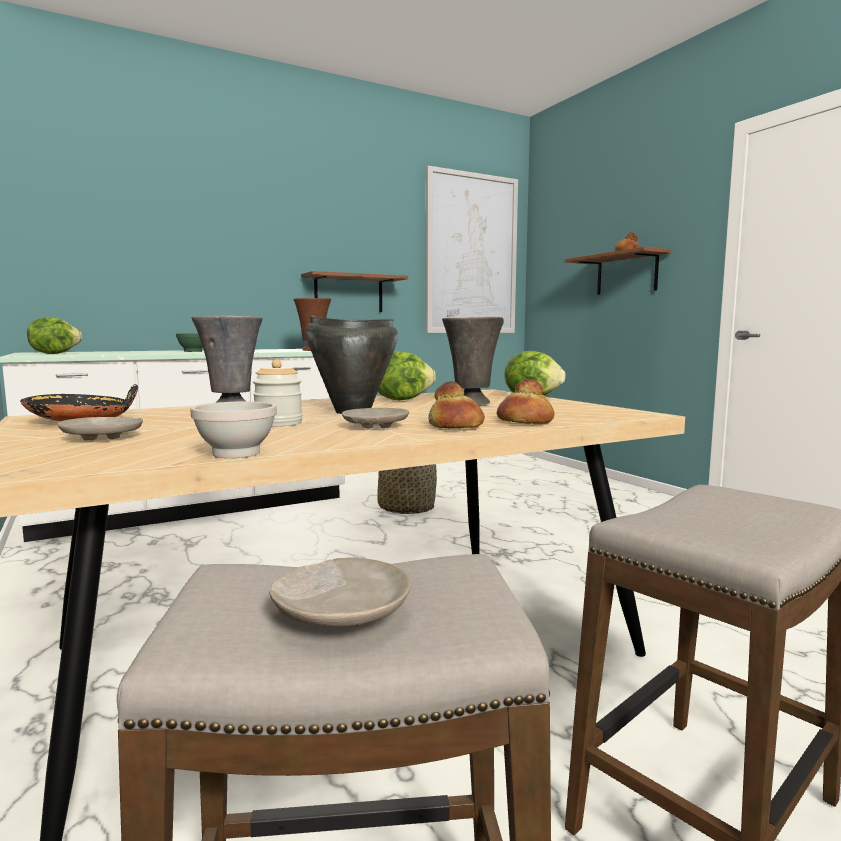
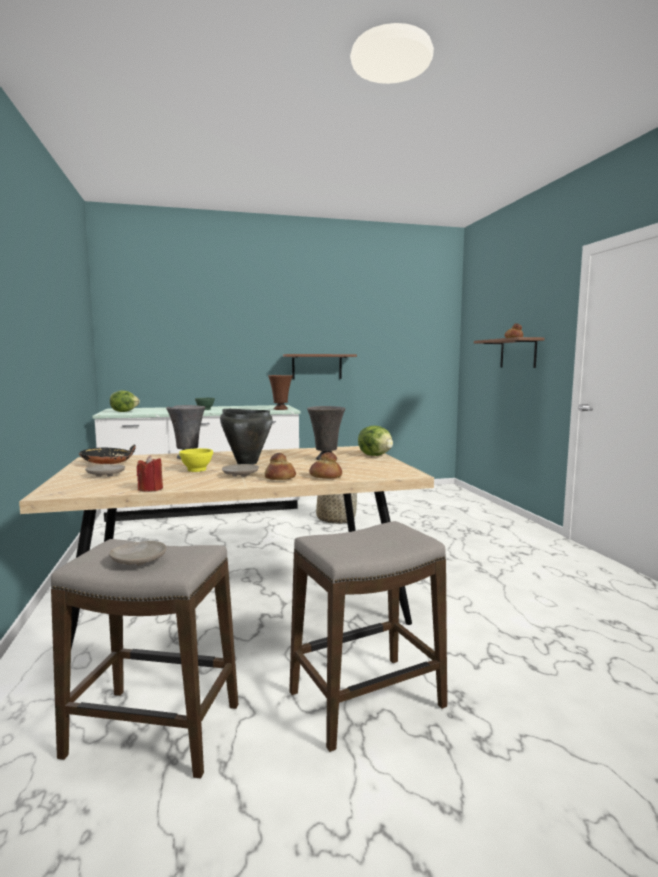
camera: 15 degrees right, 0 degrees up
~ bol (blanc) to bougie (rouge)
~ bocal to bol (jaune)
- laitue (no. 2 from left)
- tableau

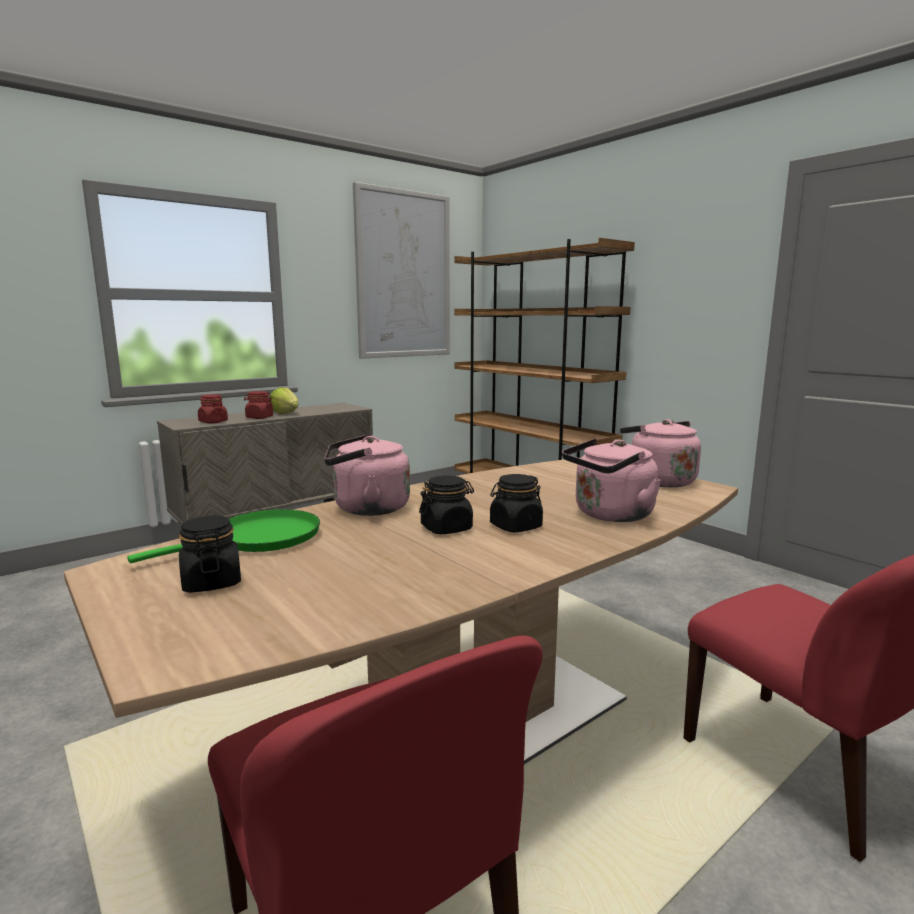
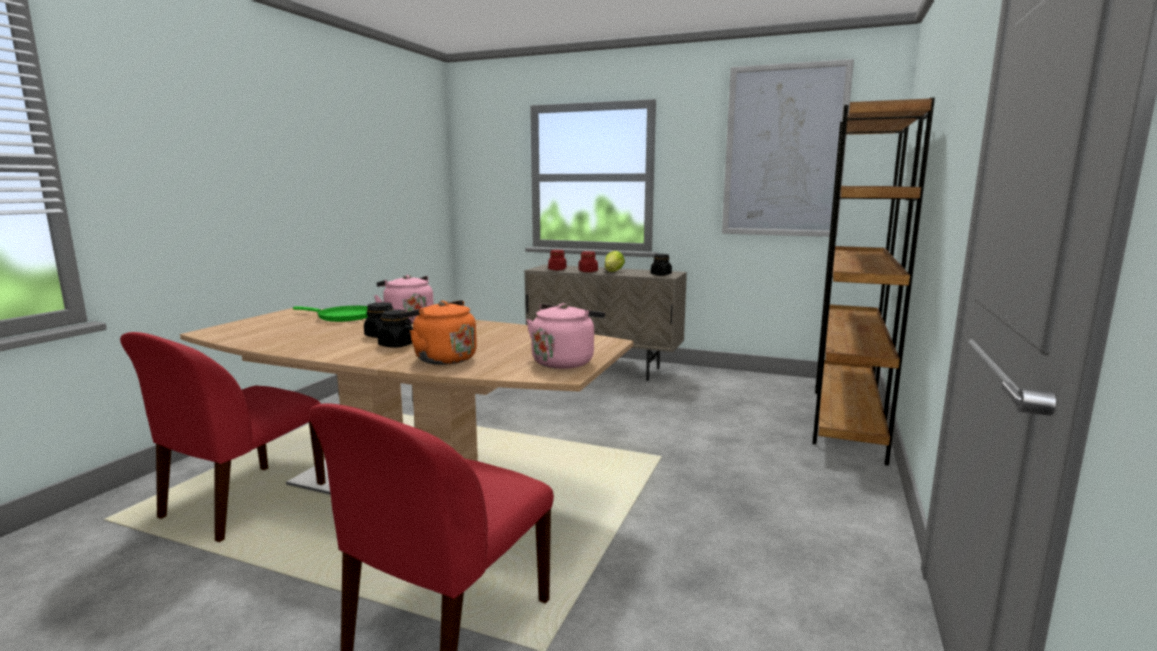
camera: 60 degrees right, 0 degrees up
~ bocal (noir) (no. 1 from left in the first image) to bocal (noir) (no. 3 from left)
~ bouilloire (rose) (no. 2 from left) to bouilloire (orange)

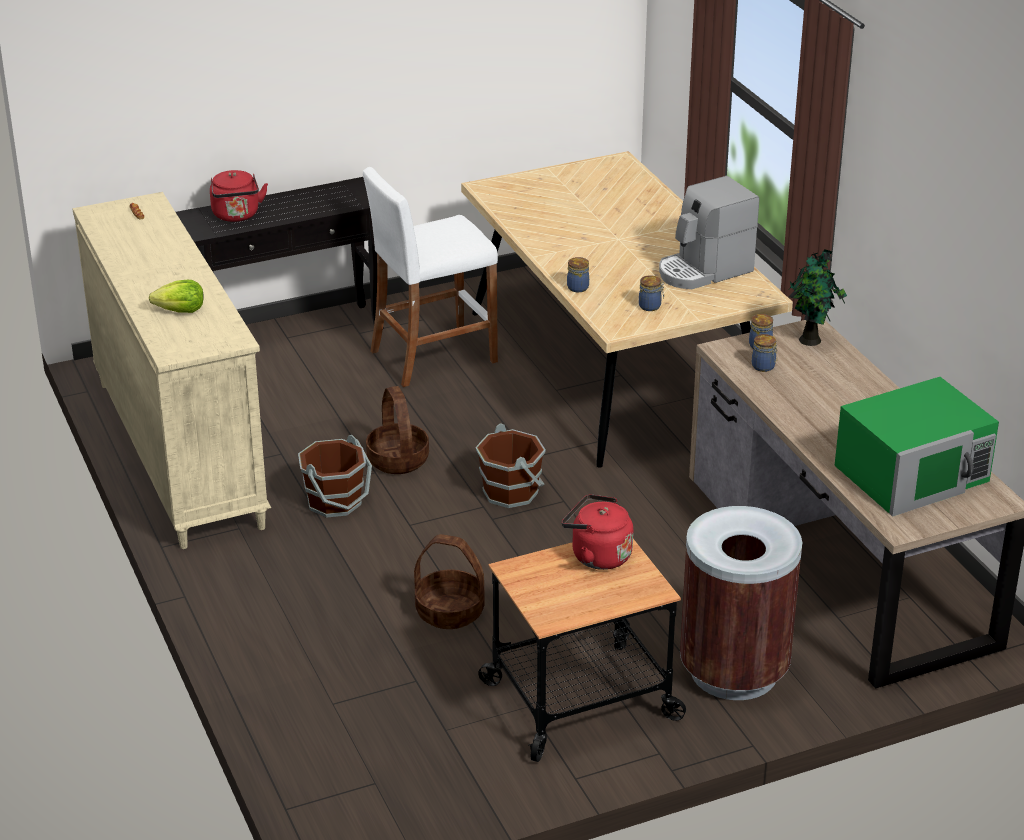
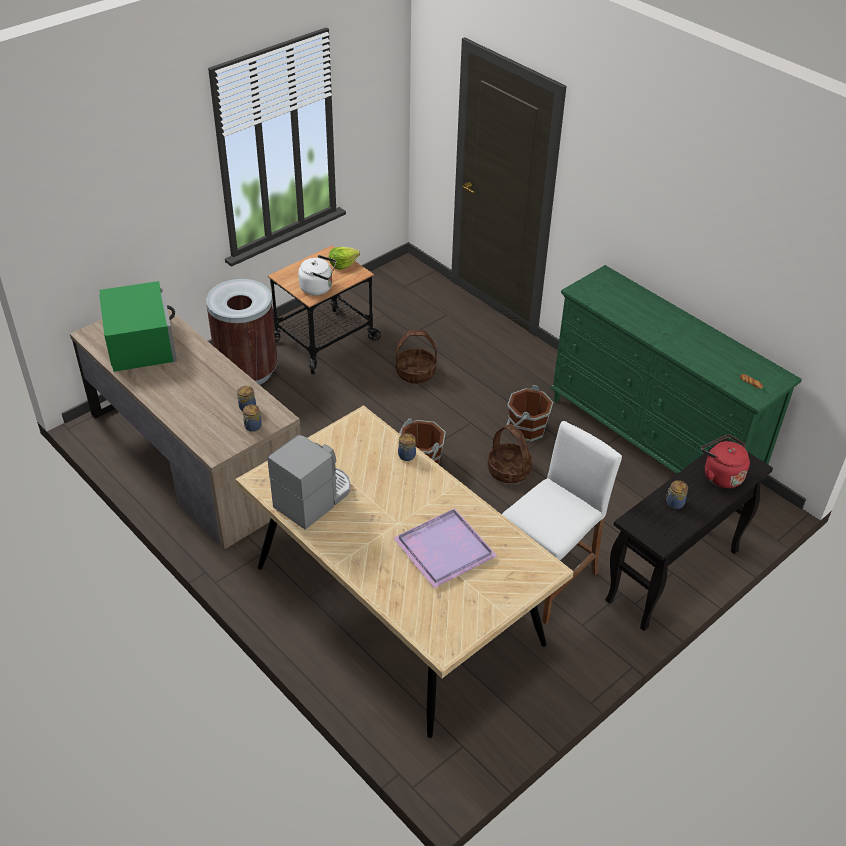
camera: 160 degrees right, 10 degrees up
~ commode (beige) to commode (vert)
~ laitue
~ bouilloire (rouge) (no. 2 from left) to bouilloire (blanc)
~ bocal (no. 2 from left in the first image) to bocal (no. 4 from left)
- plante en pot
~ micro-ondes (vert) 120 degrees clockwise
+ plateau (violet)

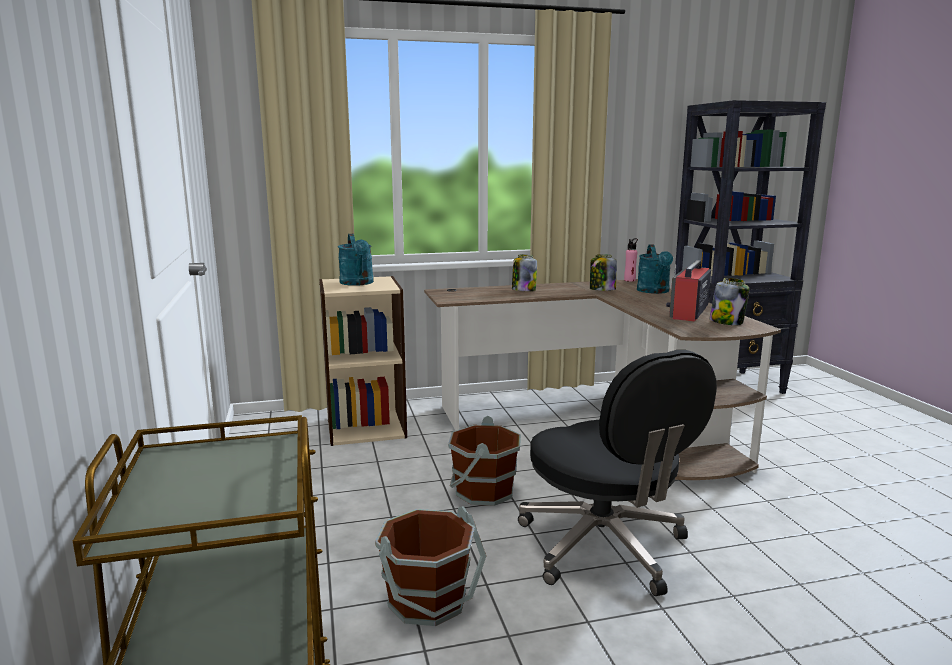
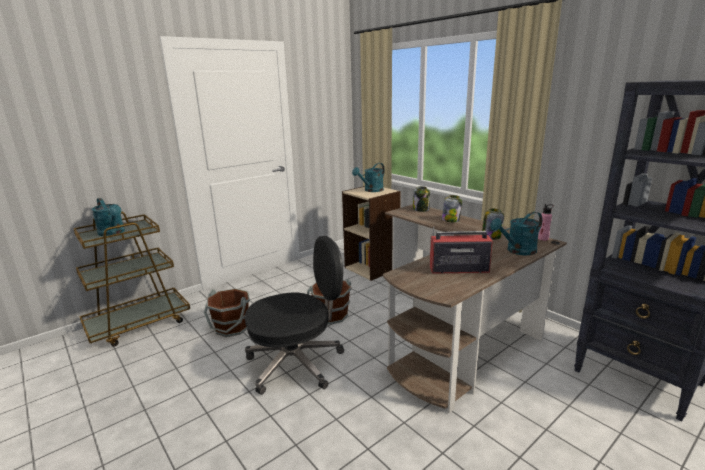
camera: 65 degrees right, 5 degrees up
~ chaise de bureau (noir) 150 degrees counterclockwise
~ bocal (no. 3 from left in the first image) to bocal (no. 1 from left)
+ arrosoir (turquoise) (no. 1 from left)

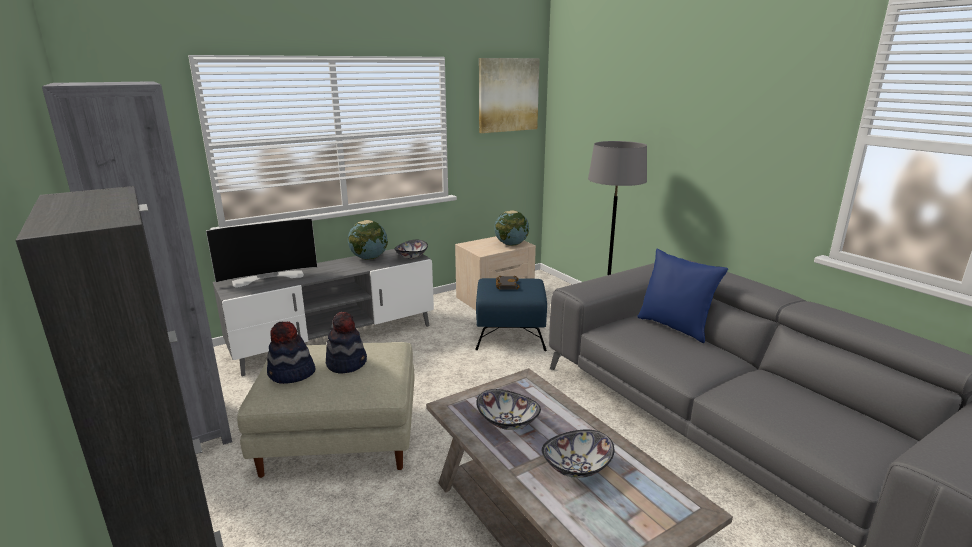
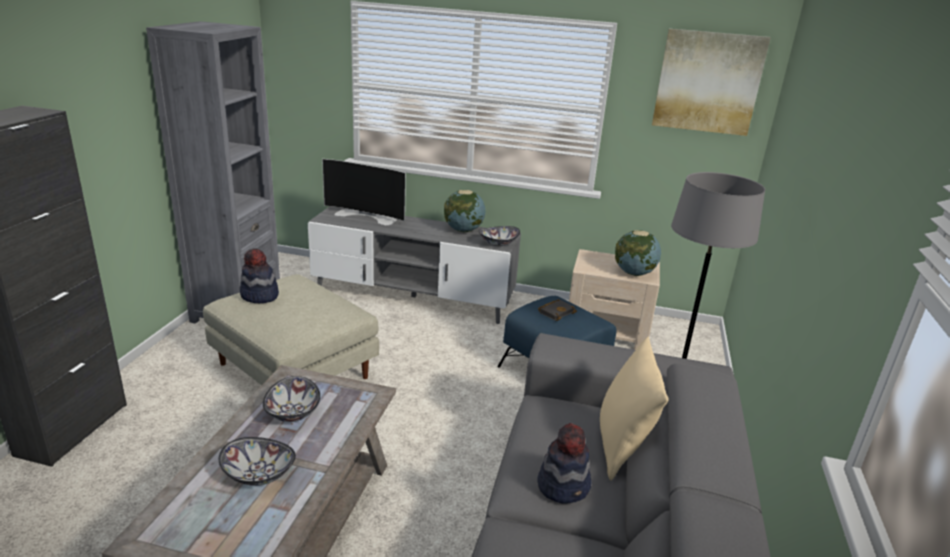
camera: 45 degrees right, 5 degrees up
~ chapeau (no. 2 from left)
~ coussin (bleu) to coussin (beige)

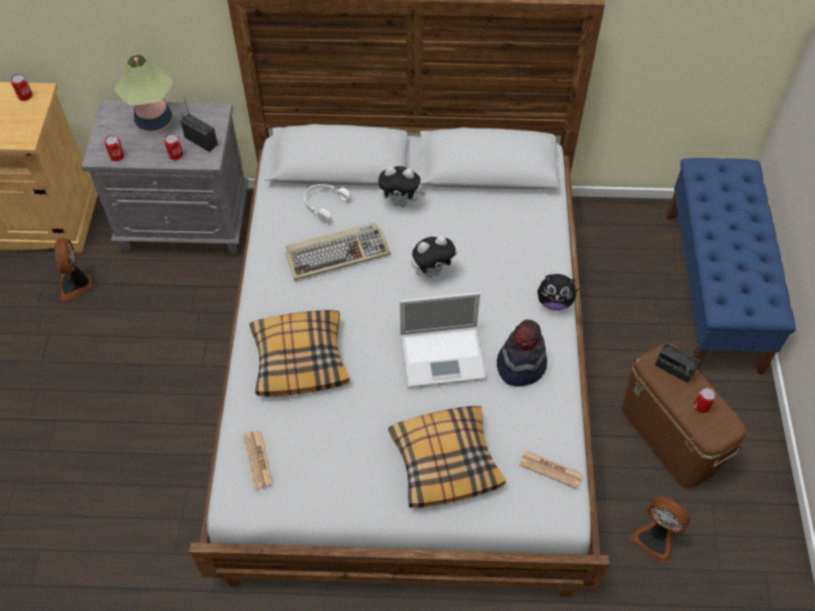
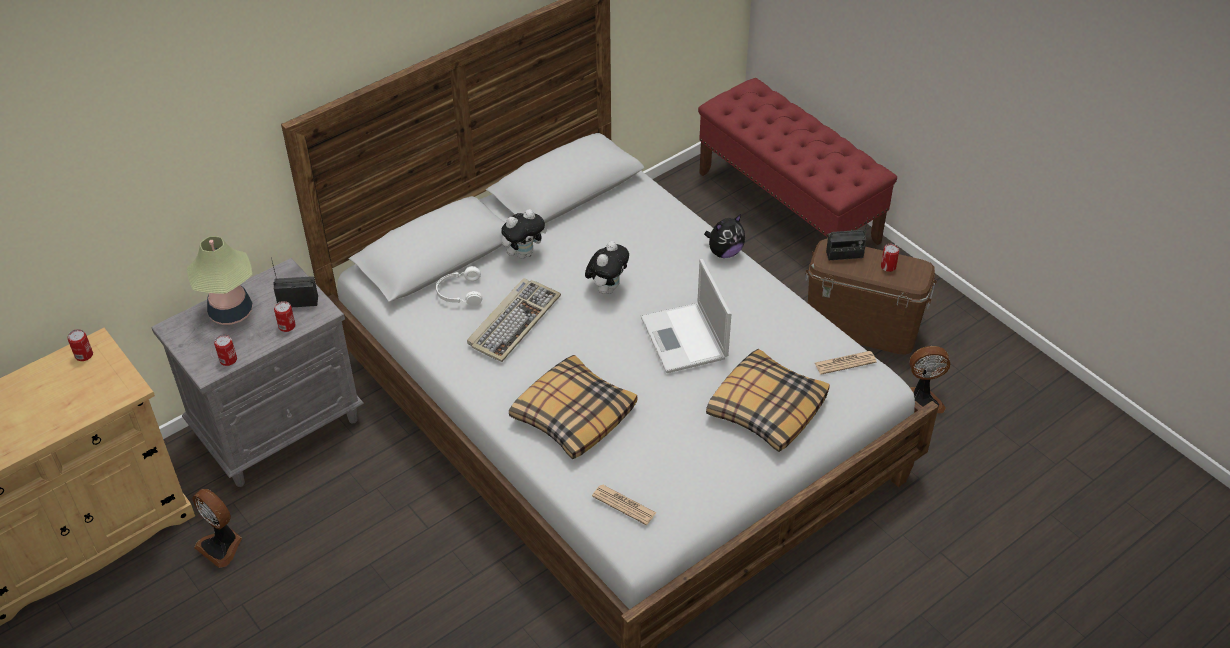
camera: 40 degrees left, 10 degrees down
~ ordinateur portable 120 degrees clockwise
- chapeau
~ banc (bleu) to banc (rouge)

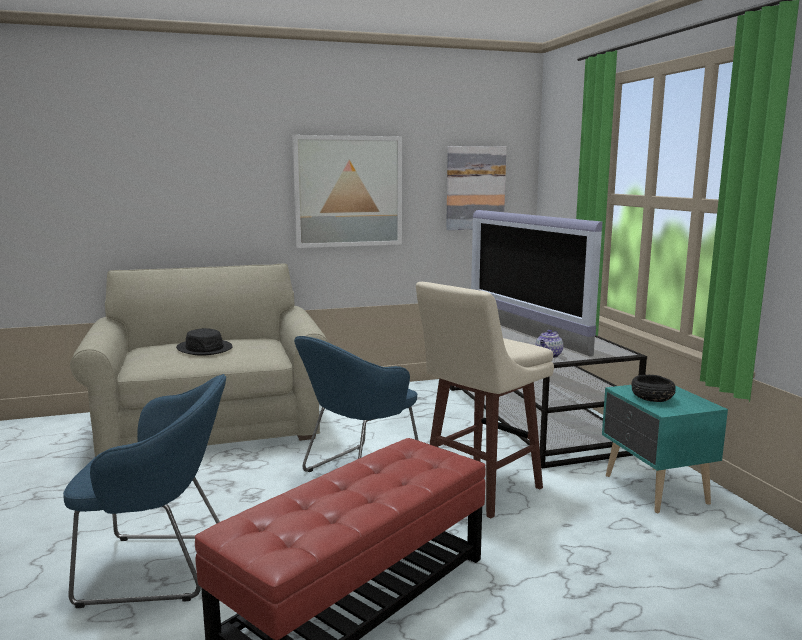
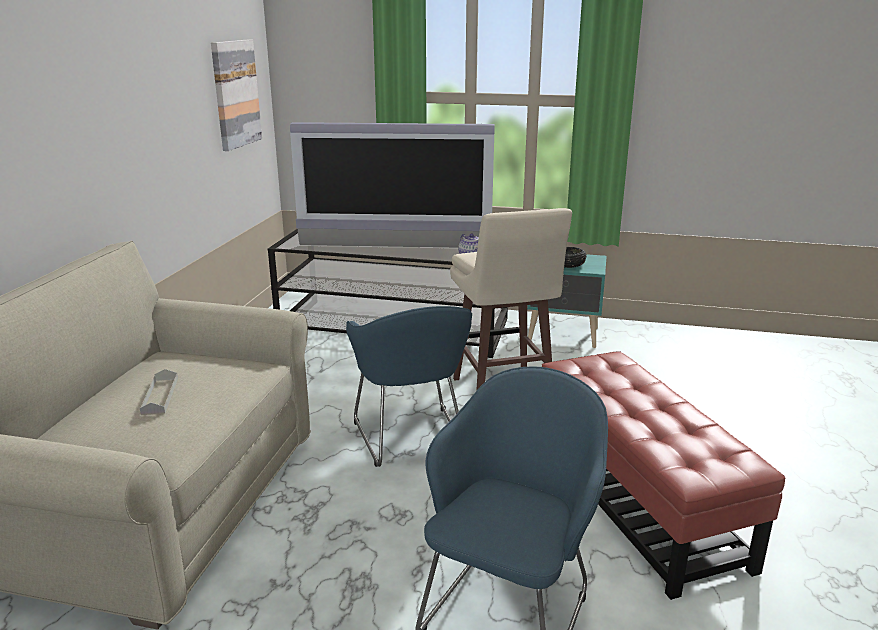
camera: 60 degrees left, 10 degrees up
~ chapeau (noir) to plateau (gris)
- tableau (no. 1 from left)

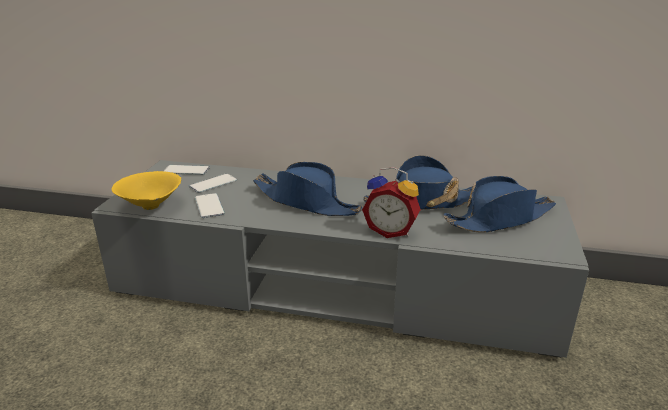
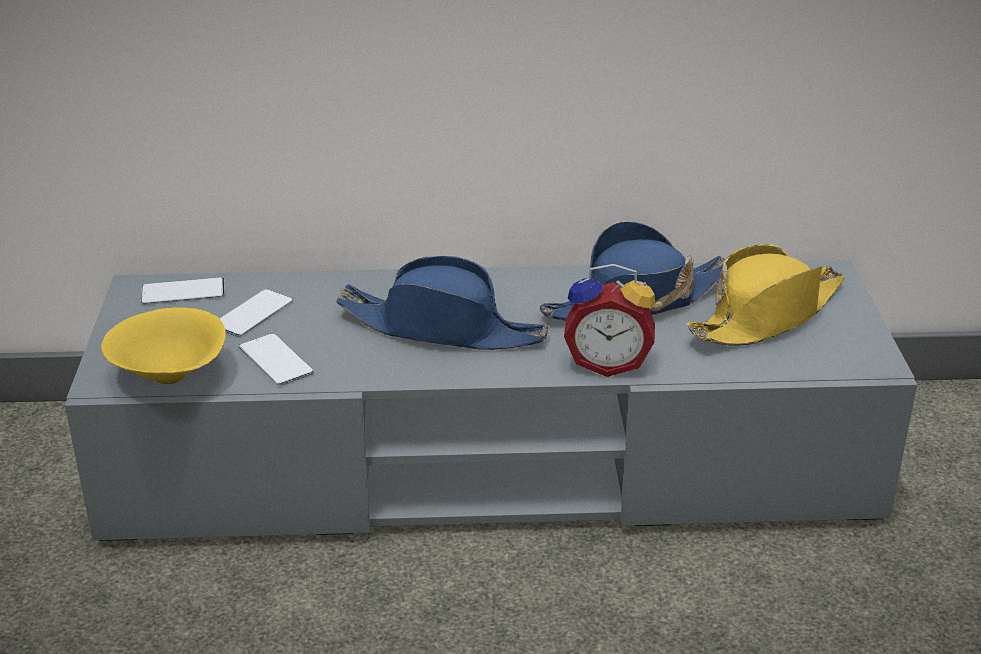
camera: 15 degrees left, 5 degrees up
~ chapeau (bleu) (no. 3 from left) to chapeau (jaune)

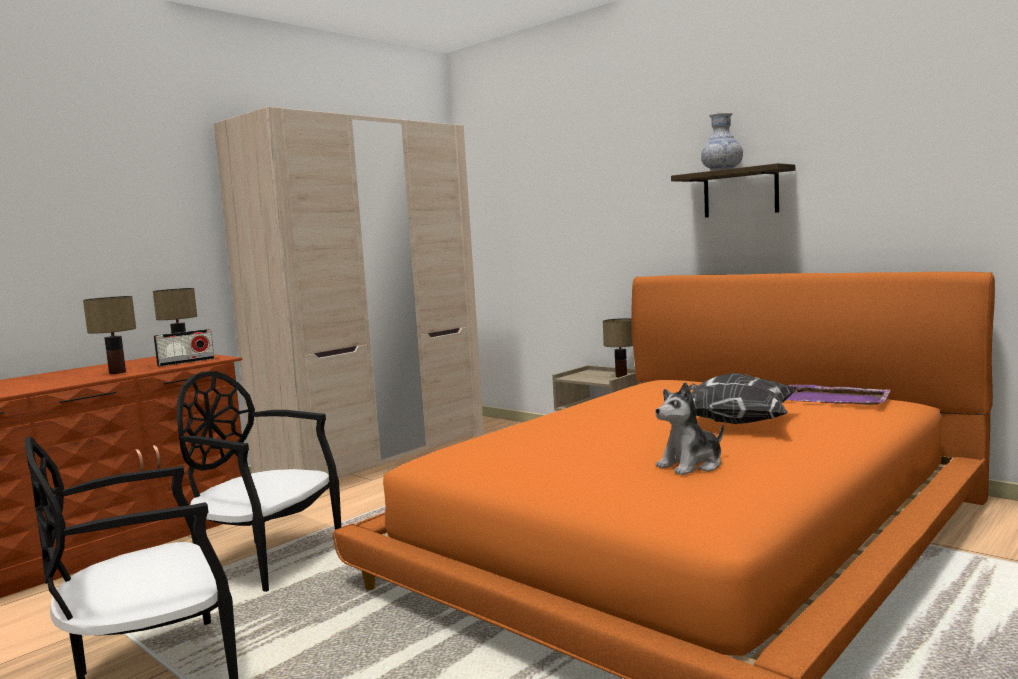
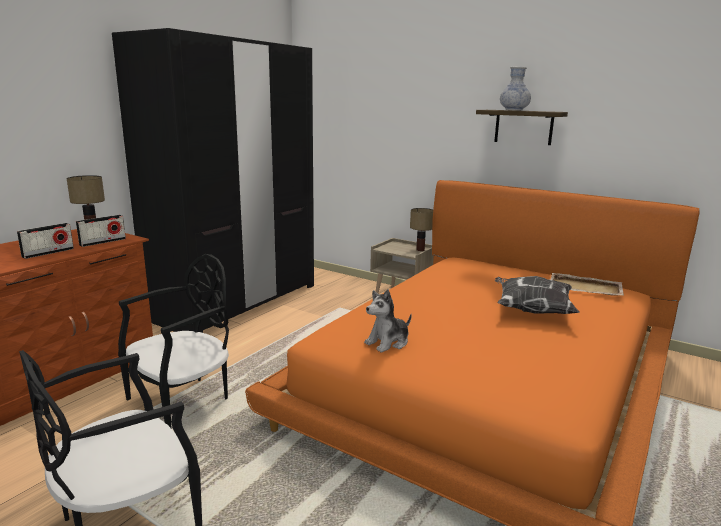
camera: 10 degrees left, 10 degrees up
~ lampe de table (no. 1 from left) to radio (no. 1 from left)
~ chaise (noir) (no. 2 from left) 120 degrees clockwise
~ armoire (beige) to armoire (noir)
~ peluche
~ plateau (violet) to plateau (beige)

